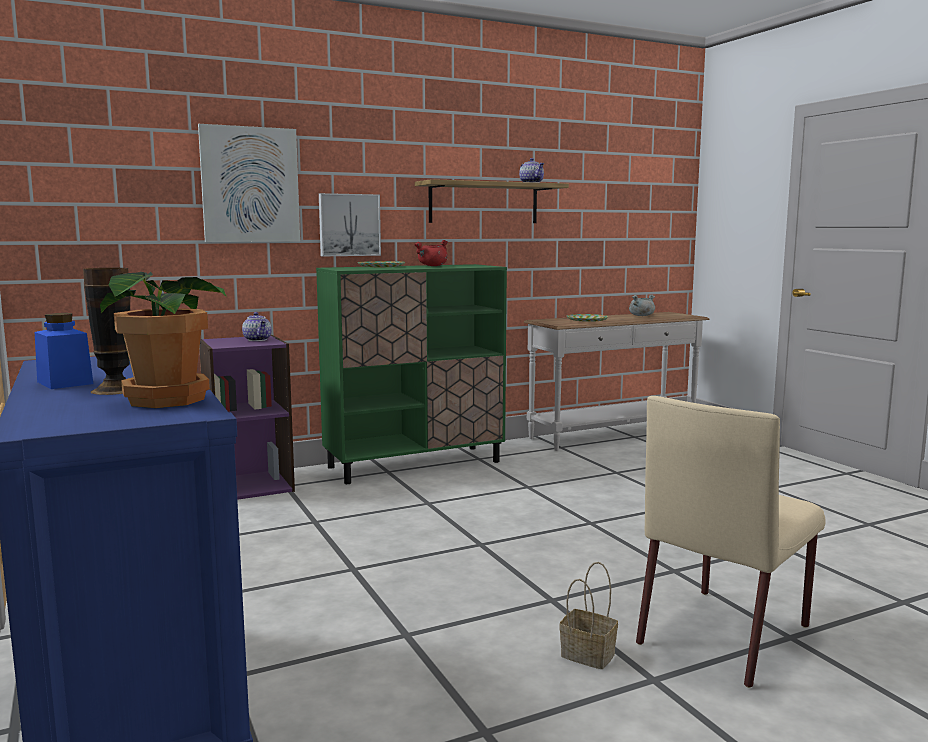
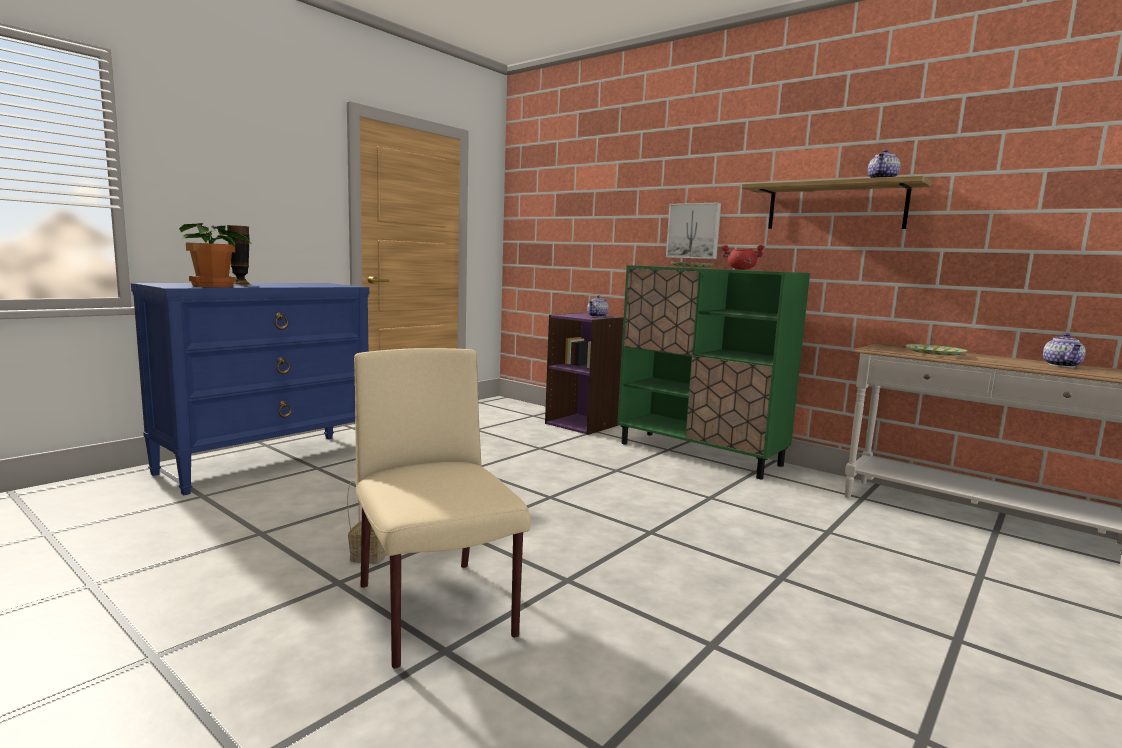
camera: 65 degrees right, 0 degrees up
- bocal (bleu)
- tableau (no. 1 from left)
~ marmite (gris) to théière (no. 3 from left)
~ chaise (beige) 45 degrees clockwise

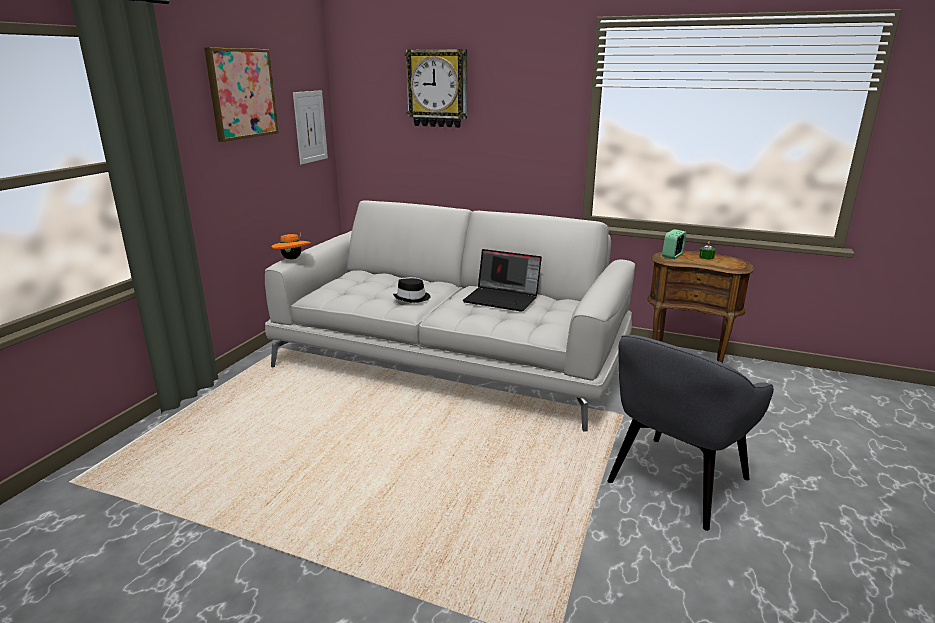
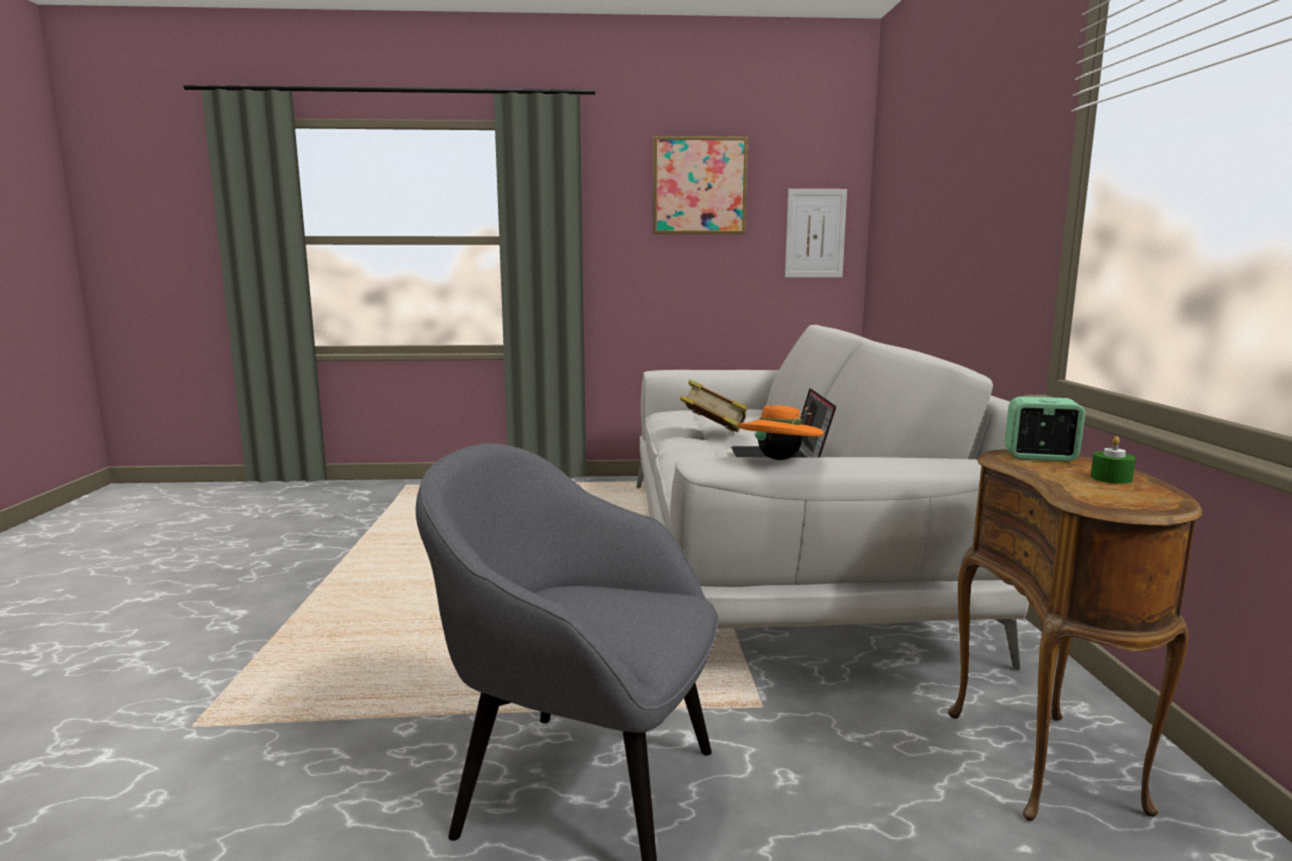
camera: 65 degrees right, 10 degrees down
~ chapeau (orange)
~ chapeau (noir) to livre
- horloge murale

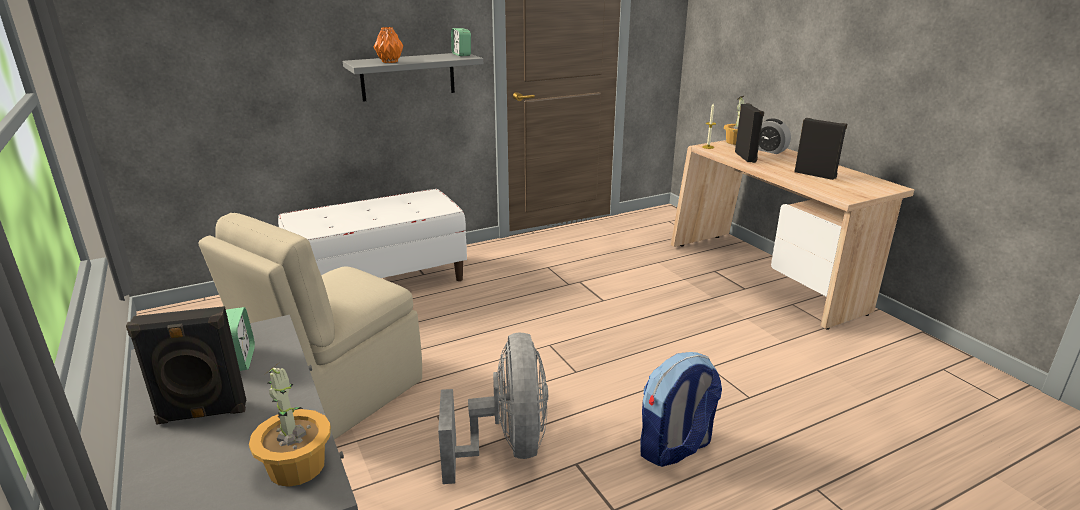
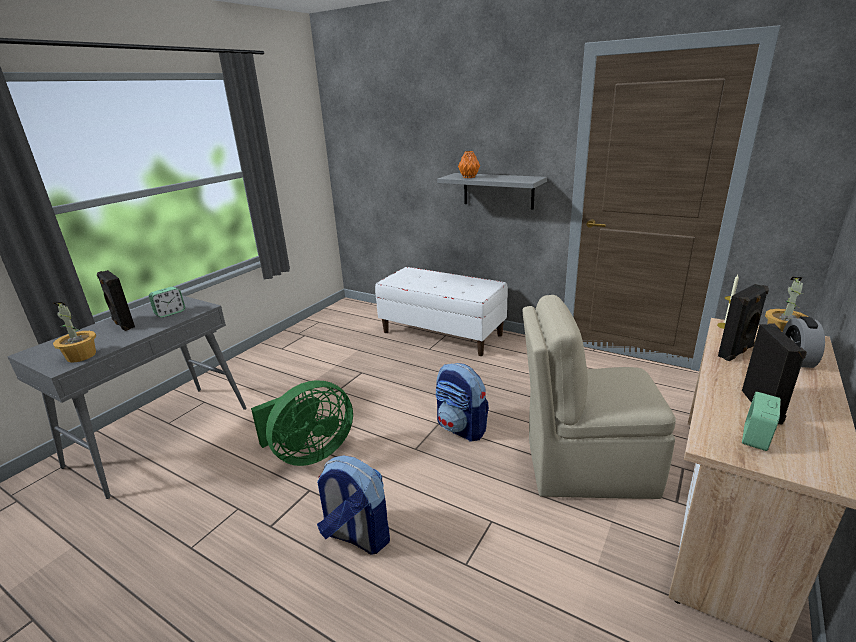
camera: 60 degrees right, 0 degrees up
~ chaise (beige)
~ ventilateur (gris) to ventilateur (vert)
~ réveil (no. 2 from left)
+ sac à dos (no. 2 from left)

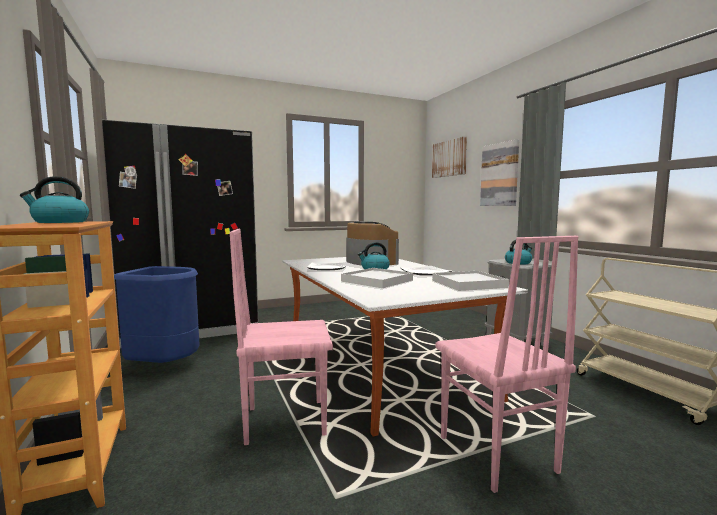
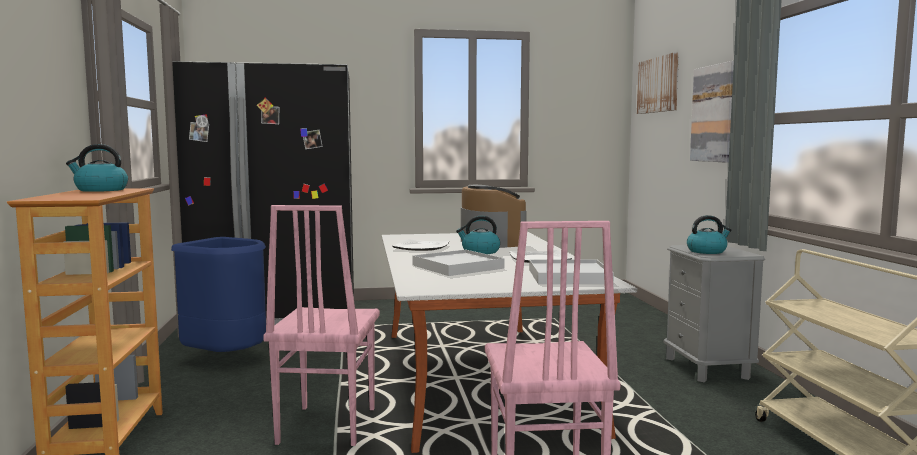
camera: 15 degrees right, 0 degrees up
~ chaise (rose) (no. 1 from left) 90 degrees counterclockwise

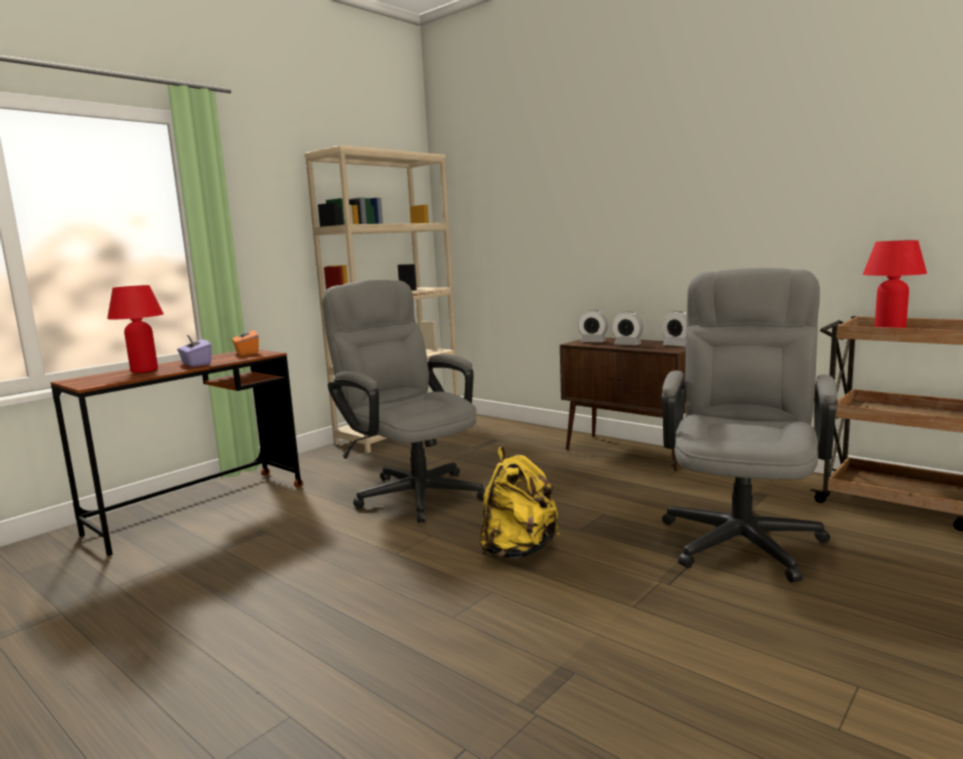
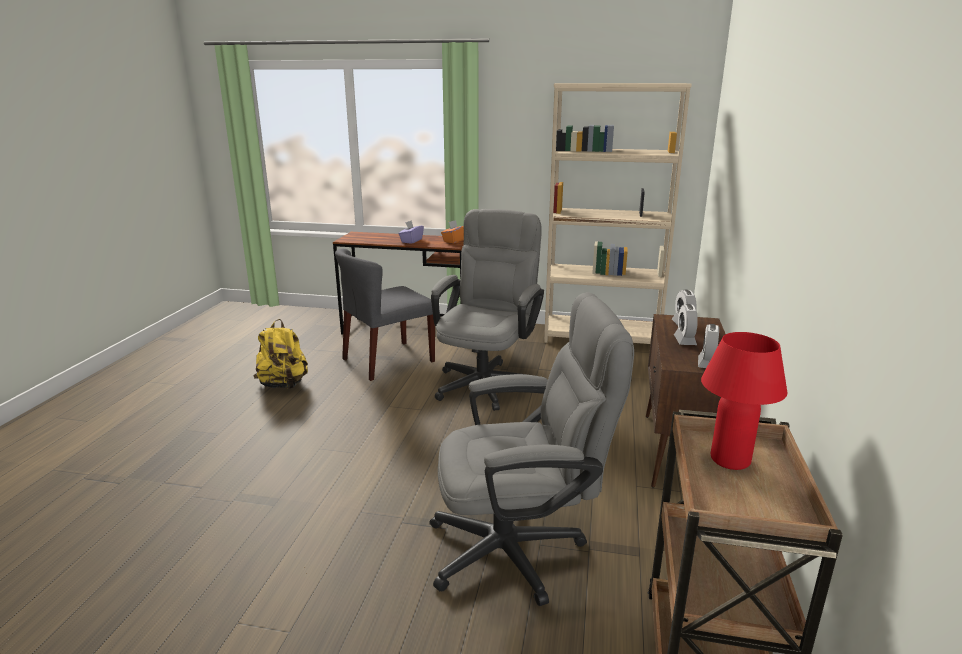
camera: 60 degrees right, 10 degrees up
- lampe de table (rouge) (no. 1 from left)
~ sac à dos (jaune)
+ chaise (gris)

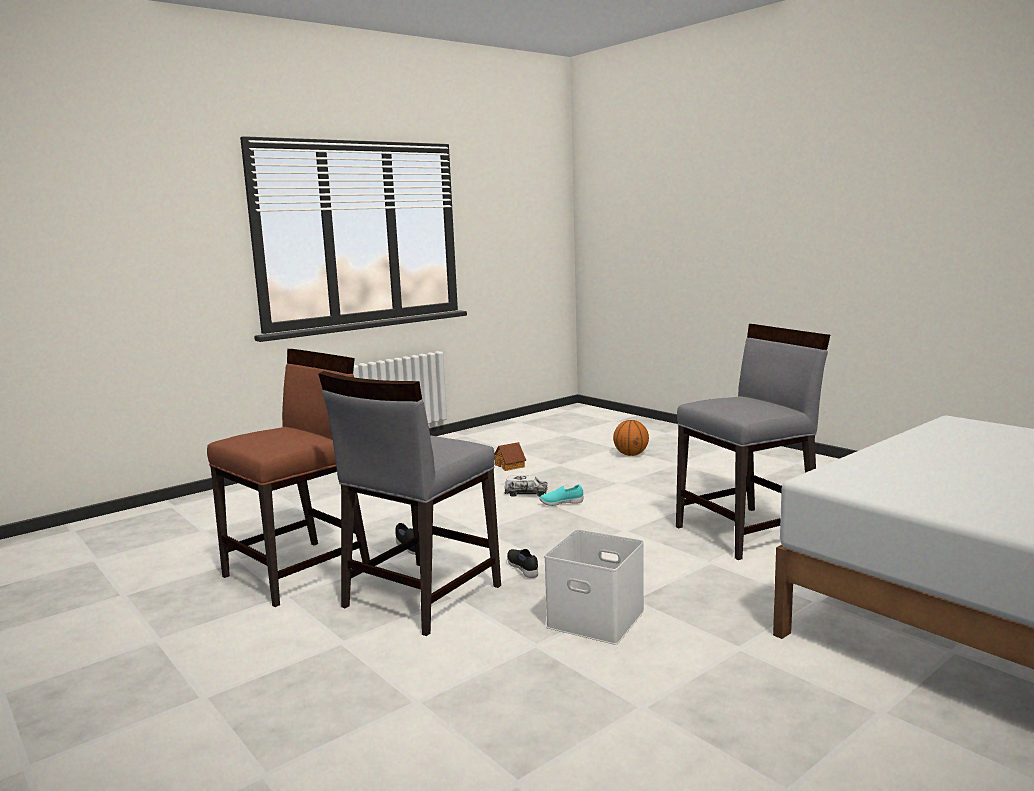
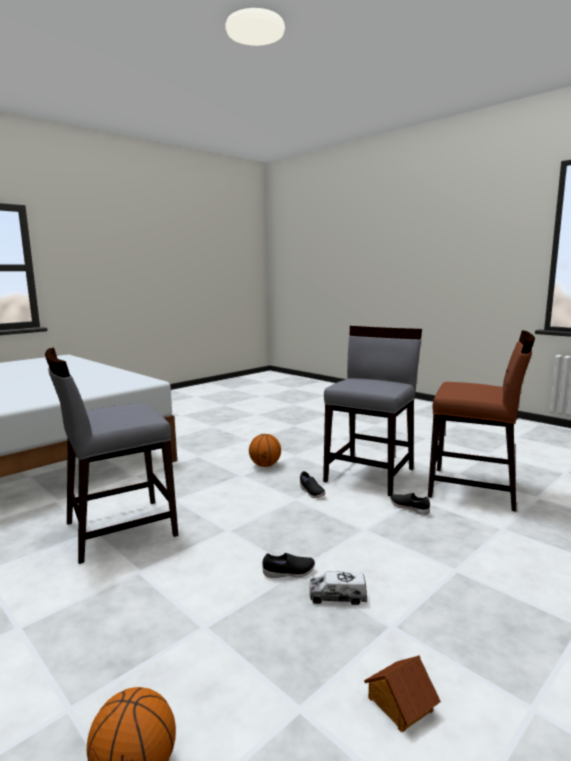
camera: 175 degrees right, 0 degrees up
~ chaise (marron) 105 degrees counterclockwise
~ chaussure (turquoise) to chaussure (noir) (no. 1 from left)
~ boîte de rangement (blanc) to ballon de basket (no. 2 from left)

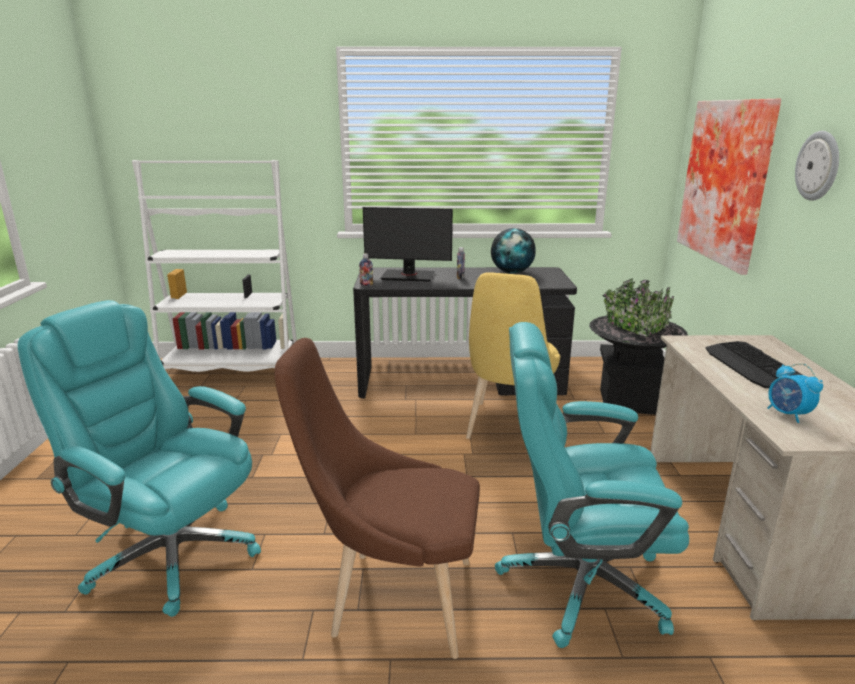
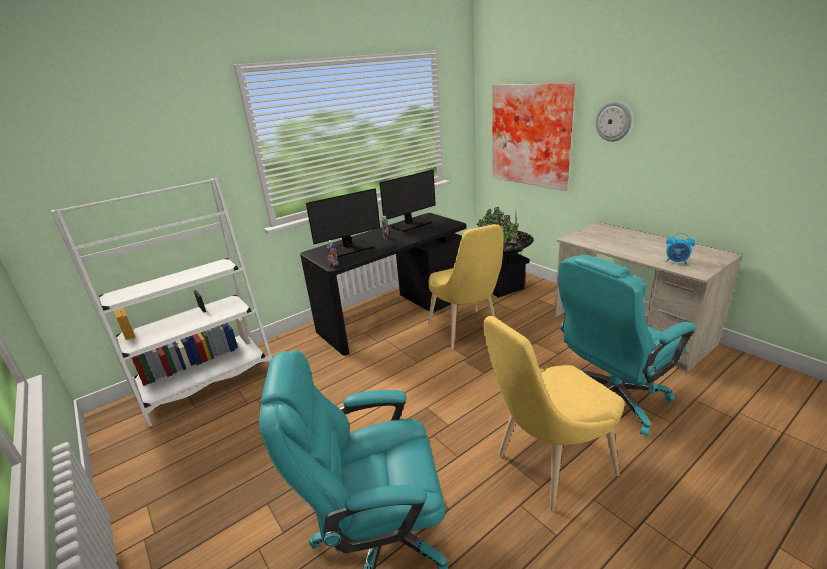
camera: 35 degrees left, 5 degrees up
~ chaise (marron) to chaise (jaune) (no. 2 from left)
~ globe to écran d'ordinateur (no. 2 from left)
- clavier

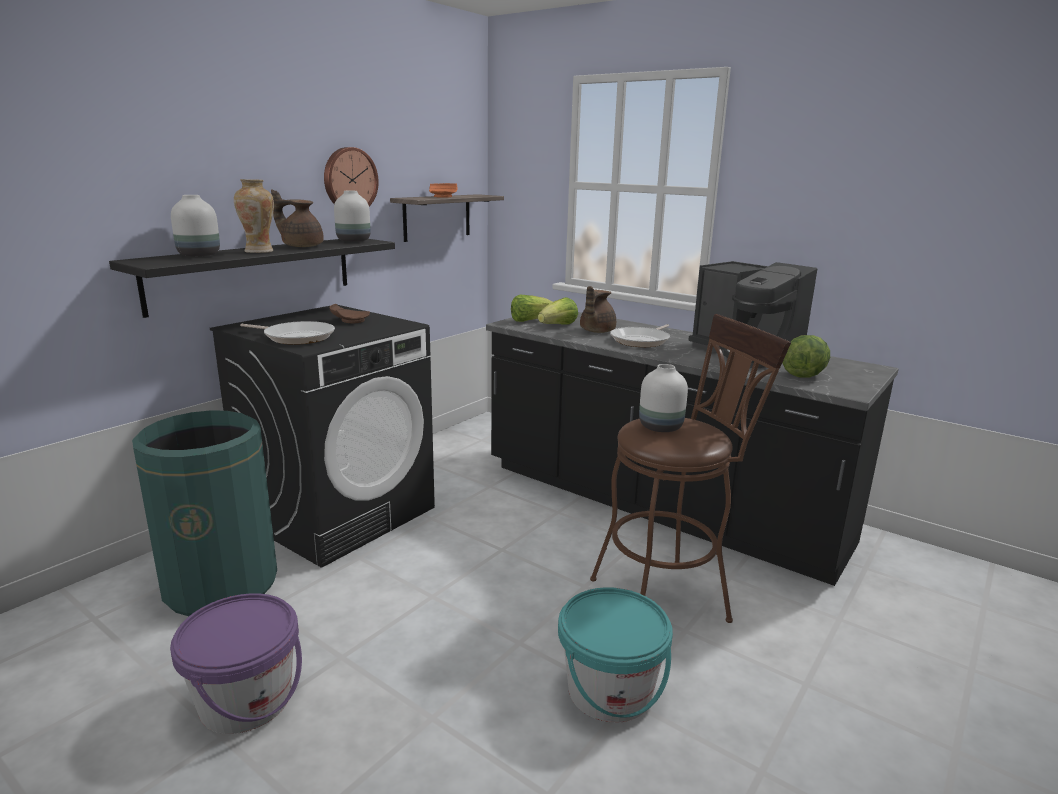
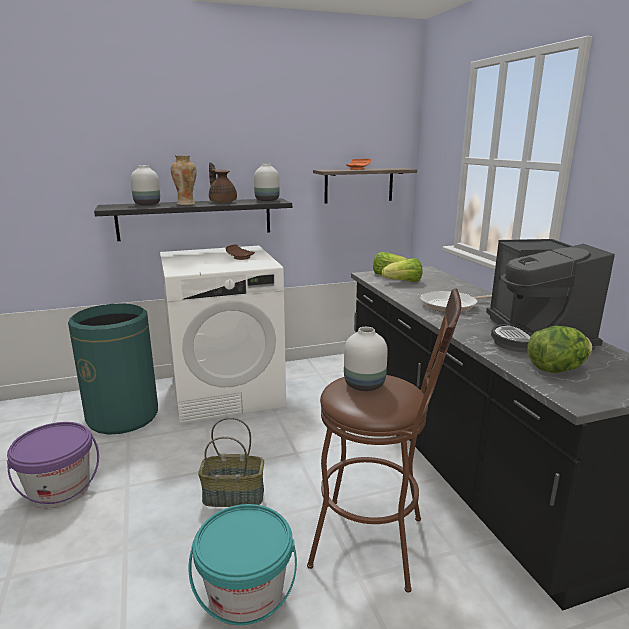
camera: 35 degrees right, 0 degrees up
~ lave-linge (noir) to lave-linge (blanc)
- poêle (no. 1 from left)
- horloge murale
- théière (marron) (no. 2 from left)
+ panier

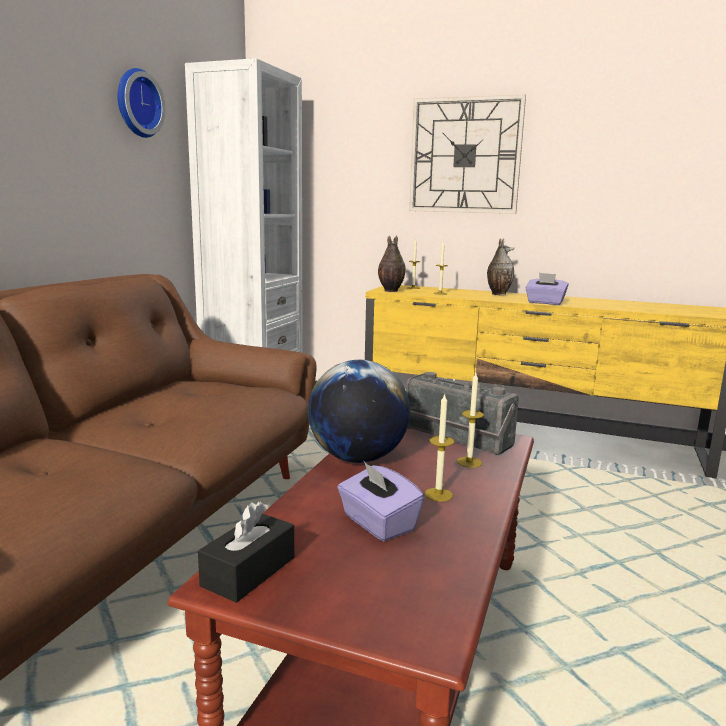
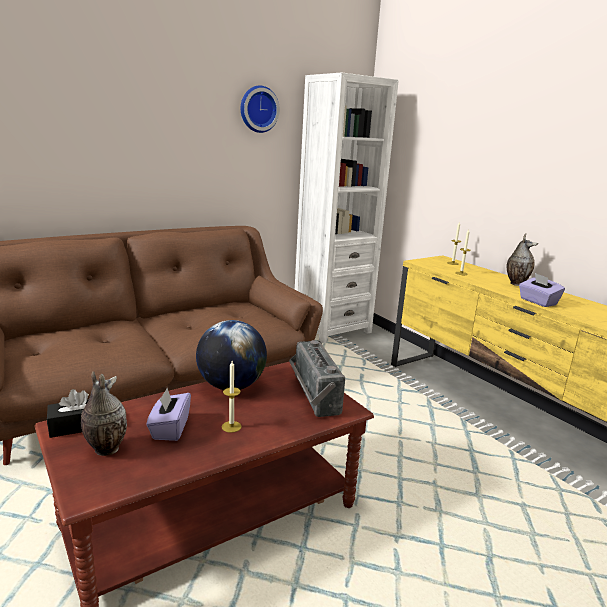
camera: 35 degrees right, 5 degrees up
~ vase (no. 1 from left)
- horloge murale (no. 2 from left)
- bougie (no. 4 from left)

